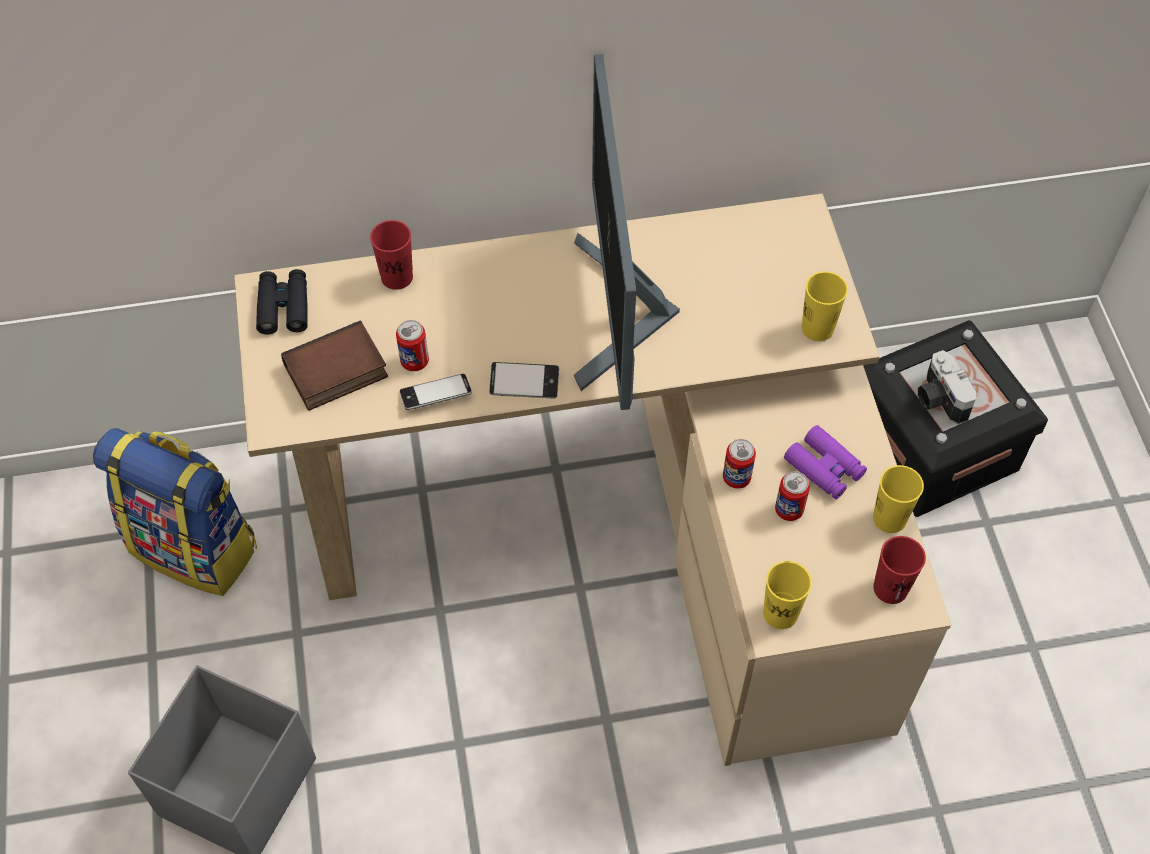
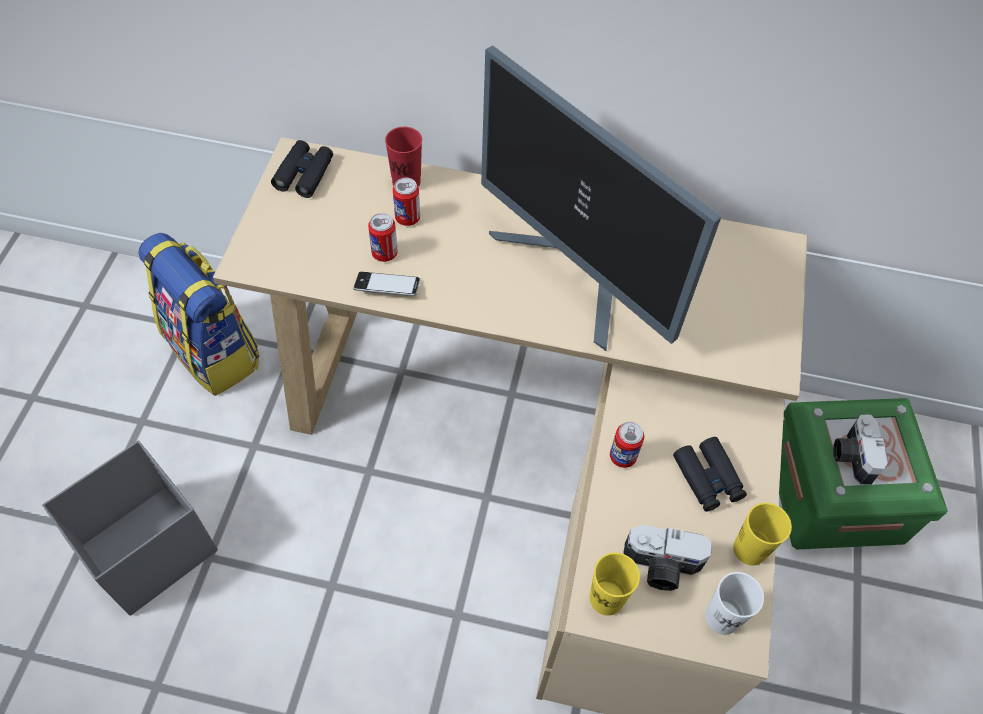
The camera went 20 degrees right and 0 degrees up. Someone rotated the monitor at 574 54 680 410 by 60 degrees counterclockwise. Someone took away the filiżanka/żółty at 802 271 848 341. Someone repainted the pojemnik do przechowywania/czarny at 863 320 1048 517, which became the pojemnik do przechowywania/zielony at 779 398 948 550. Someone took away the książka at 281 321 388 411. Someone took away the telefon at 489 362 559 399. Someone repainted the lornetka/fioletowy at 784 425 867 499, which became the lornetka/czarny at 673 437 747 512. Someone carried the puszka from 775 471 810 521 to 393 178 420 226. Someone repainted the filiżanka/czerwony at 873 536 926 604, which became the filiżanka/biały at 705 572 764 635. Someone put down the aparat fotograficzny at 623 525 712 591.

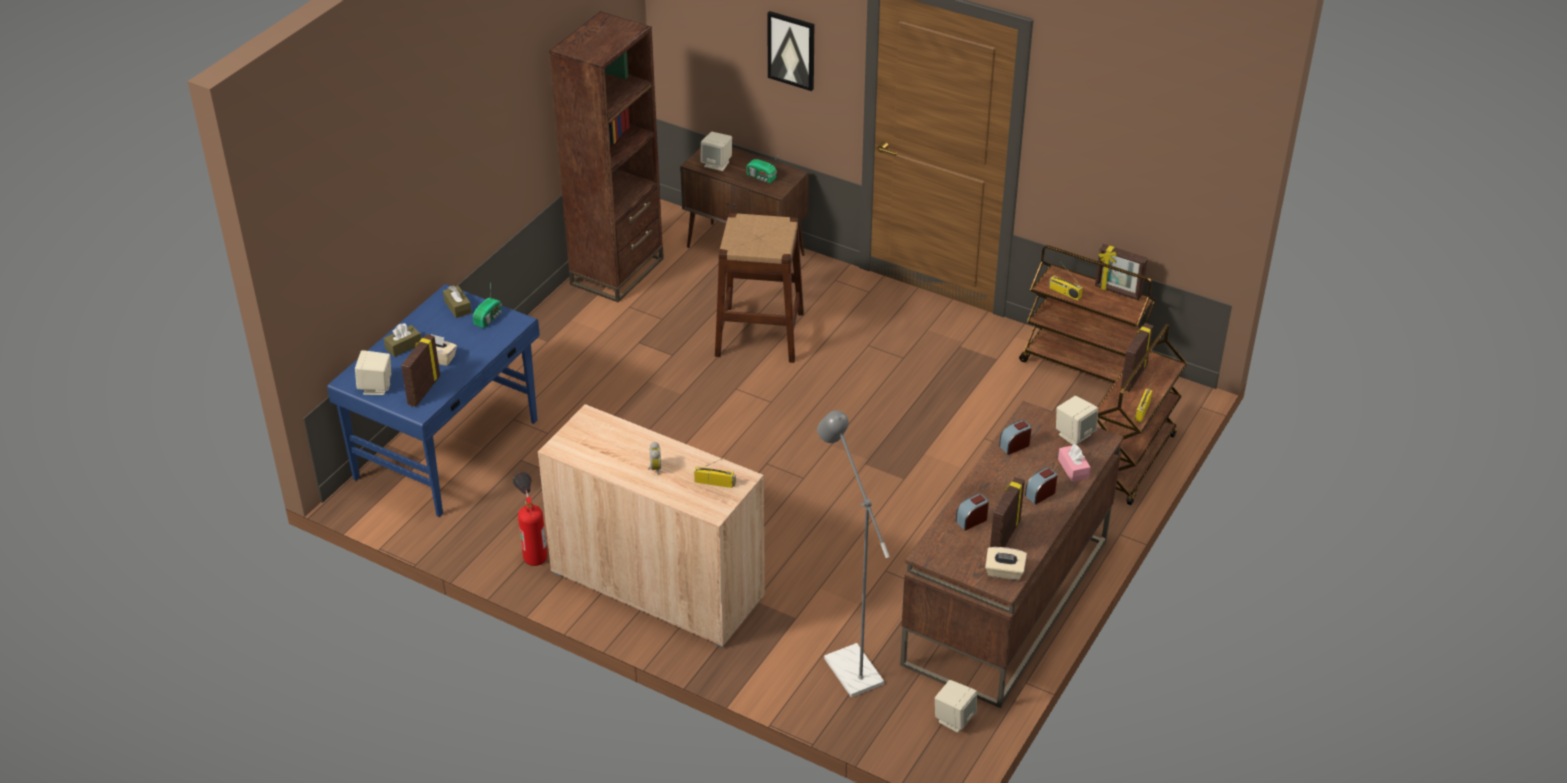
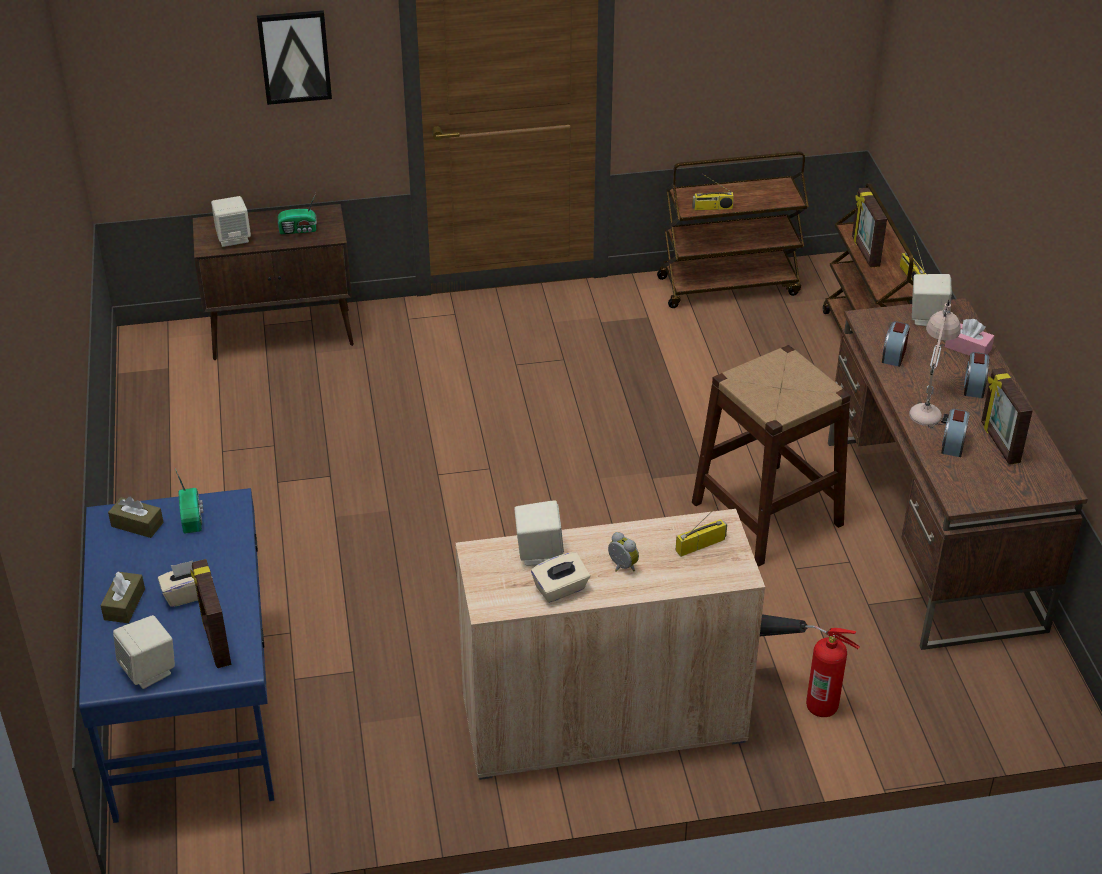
The camera went 40 degrees left and 0 degrees up. Someone took away the regał/brązowy at 549 11 664 302. Someone carried the stołek/brązowy from 715 213 804 363 to 692 345 851 566. Someone took away the ramka na zdjęcie at 1095 244 1148 300. Someone took away the lampa stojąca/szary at 817 410 890 697. Someone carried the gaśnica from 513 472 547 566 to 760 614 860 717. Someone carried the pudełko chusteczek/beżowy from 985 547 1027 580 to 531 552 590 603. Someone carried the głośnik/beżowy from 935 680 977 733 to 514 500 564 566. Someone put down the lampa stołowa/beżowy at 909 299 961 428.

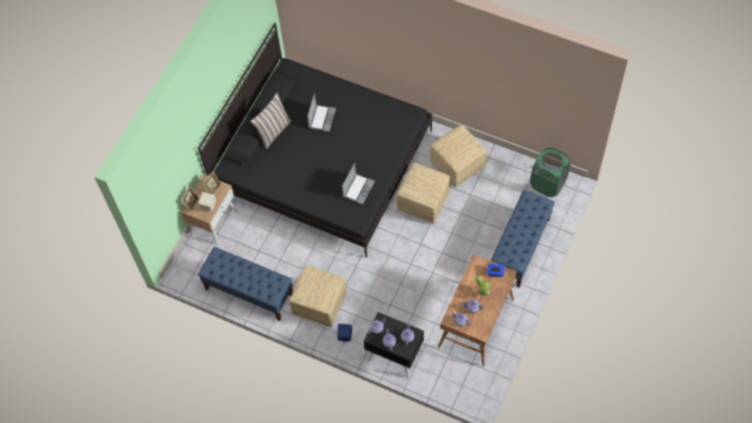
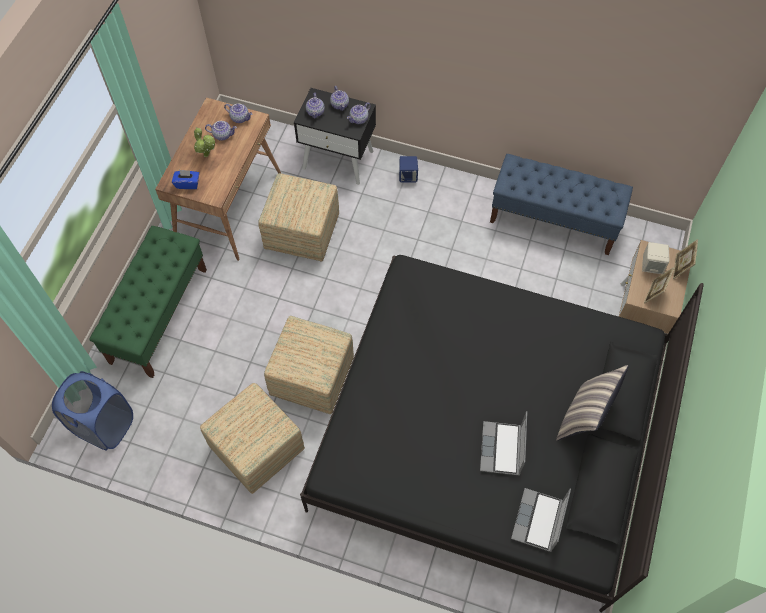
The camera went 170 degrees right and 0 degrees up. Someone repainted the kosz na pranie/zielony at 530 148 571 197, which became the kosz na pranie/niebieski at 52 371 133 451. Someone carried the laptop from 342 163 375 205 to 511 488 571 552. Someone repainted the ławka/niebieski at 491 190 555 288, which became the ławka/zielony at 90 226 207 378. Someone carried the pufa from 290 266 347 327 to 258 173 339 261.

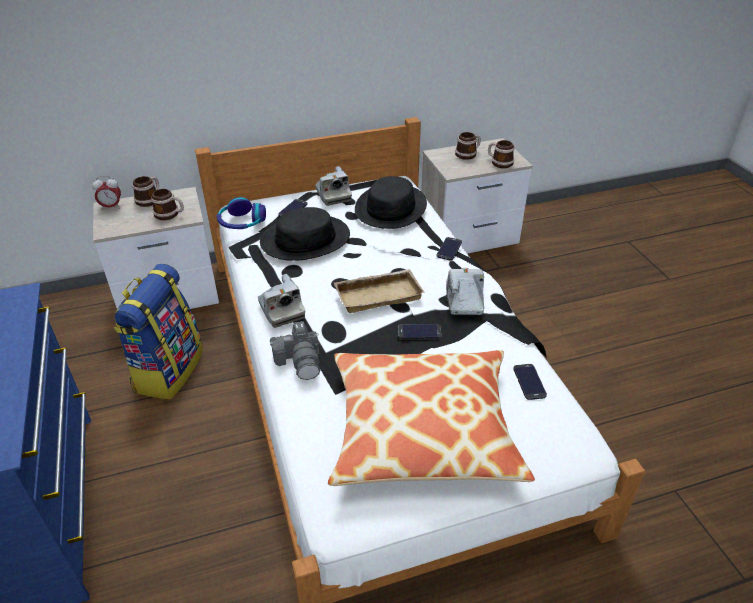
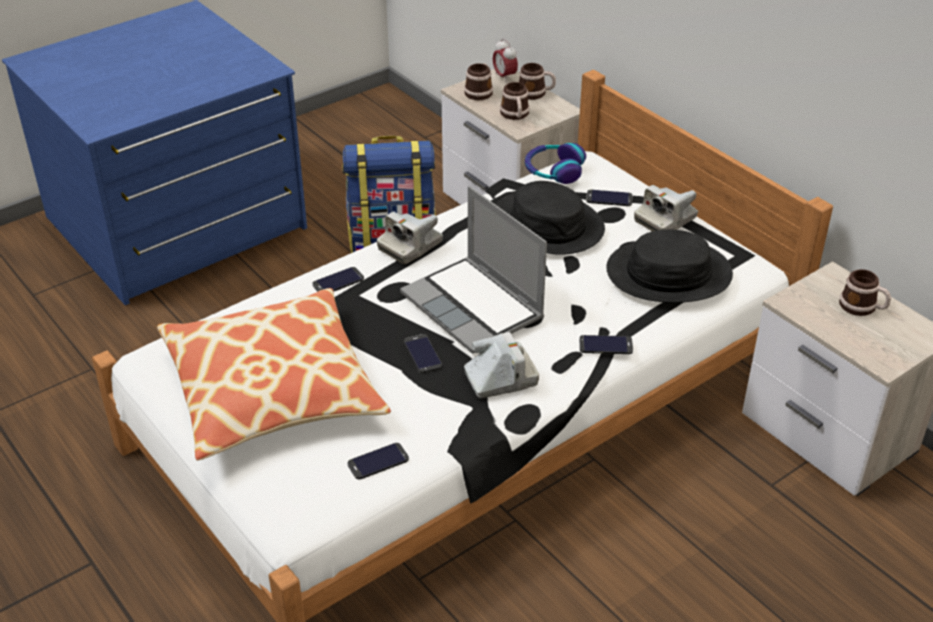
The camera went 70 degrees right and 0 degrees up. Someone carried the kubek from 488 140 514 168 to 464 63 493 100. Someone swapped the taca/beżowy at 334 269 425 313 for the laptop at 400 186 547 354. Someone swapped the aparat fotograficzny at 270 321 321 380 for the telefon at 312 267 364 291.

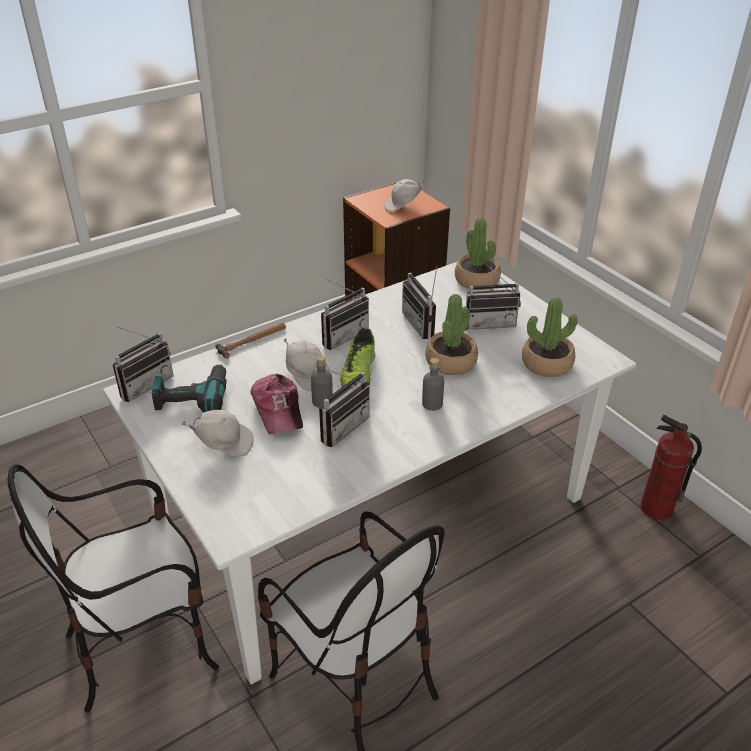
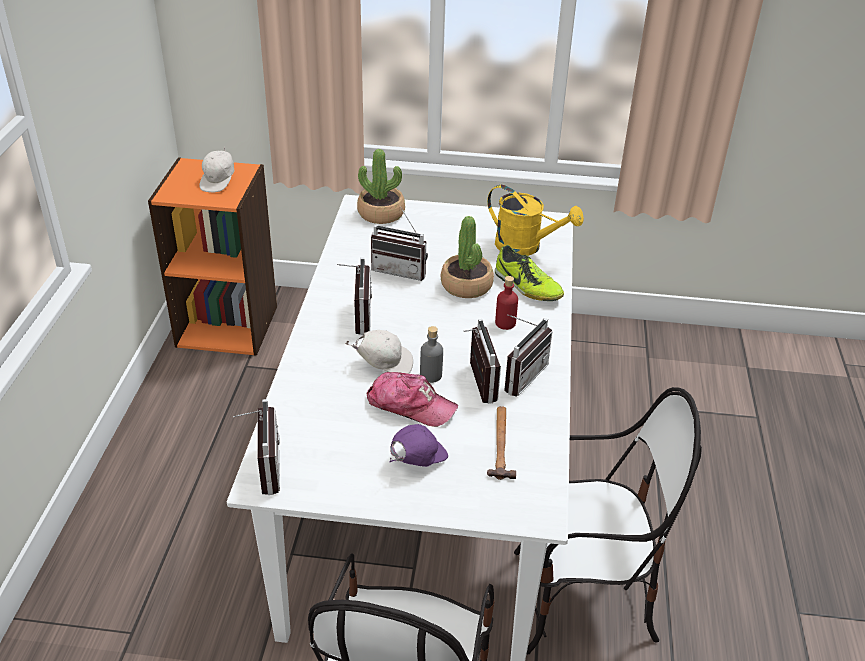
The camera went 50 degrees left and 0 degrees up. Someone carried the radio from 466 266 521 330 to 504 314 552 397. Someone swapped the roślina doniczkowa at 522 297 578 377 for the konewka/żółty at 487 185 584 256. Someone carried the młotek from 215 322 286 359 to 487 406 516 480. Someone carried the but from 340 328 375 387 to 495 245 564 301. Someone repainted the butelka/szary at 422 358 444 411, which became the butelka/czerwony at 495 276 518 330. Someone took away the wiertarka at 152 364 227 413. Someone repainted the czapka z daszkiem/biały at 182 410 254 456, which became the czapka z daszkiem/fioletowy at 389 424 448 467. Someone took away the gaśnica at 640 415 702 520.

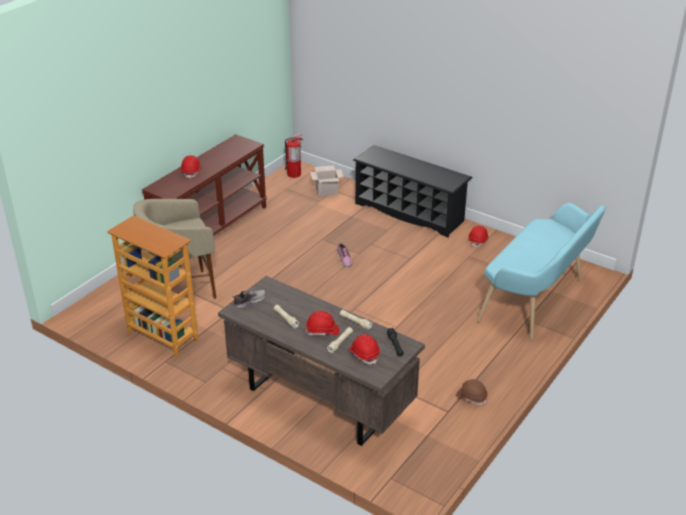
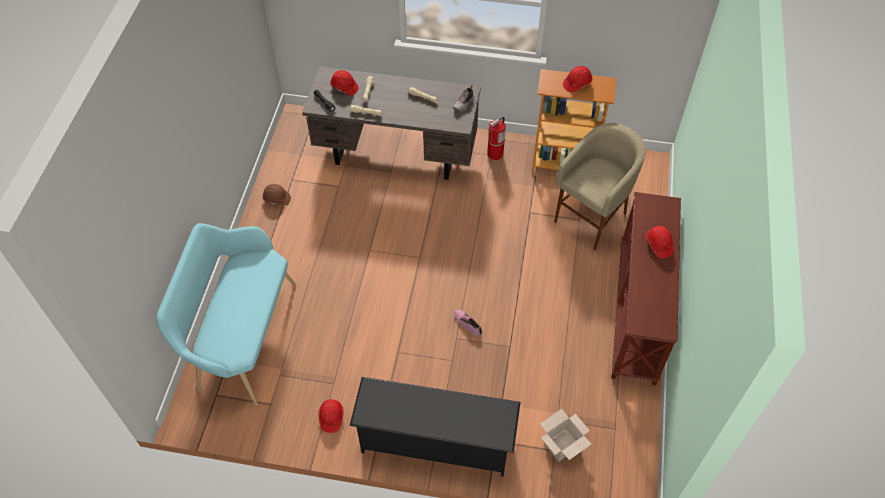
The camera went 155 degrees right and 20 degrees up. Someone carried the gaśnica from 285 133 303 178 to 487 117 506 160. Someone carried the kask/czerwony from 306 311 339 335 to 563 66 593 92.

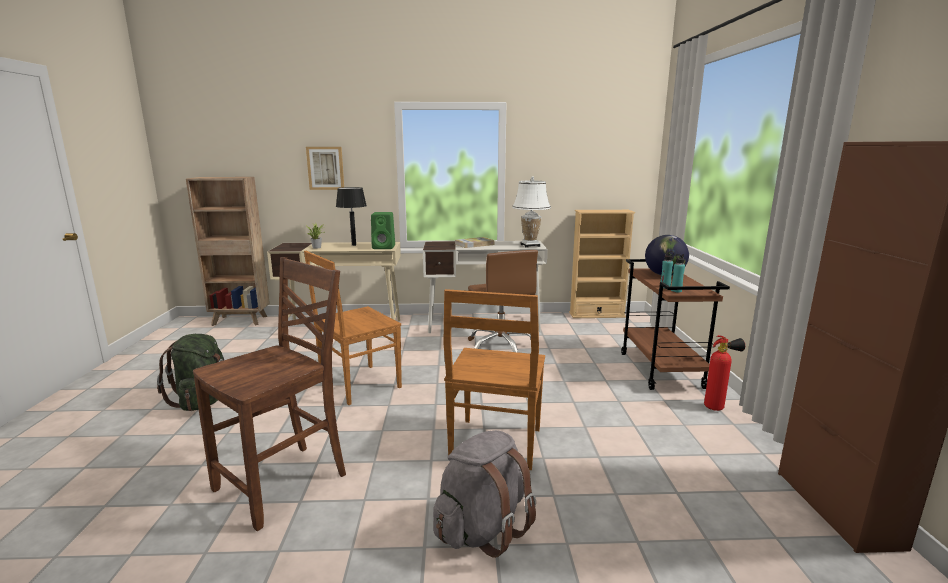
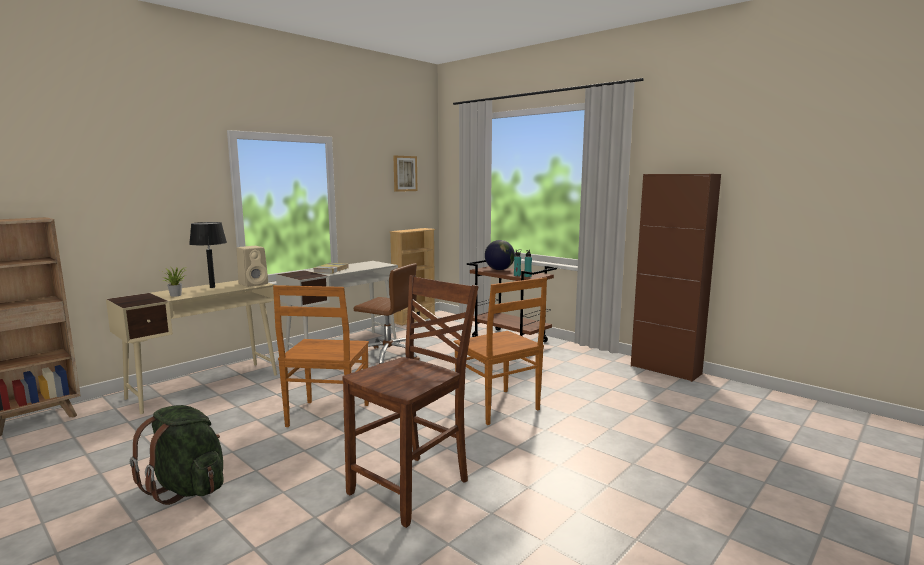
The camera went 45 degrees left and 5 degrees down. Someone carried the obraz from 306 147 344 190 to 394 156 418 192. Someone took away the lampa stołowa/biały at 512 176 551 248. Someone repainted the głośnik/zielony at 371 212 395 249, which became the głośnik/beżowy at 236 246 268 287. Someone rotated the krzesło/brązowy at 193 257 346 531 by 45 degrees clockwise. Someone took away the gaśnica at 704 335 745 411. Someone took away the plecak/szary at 433 430 536 558.

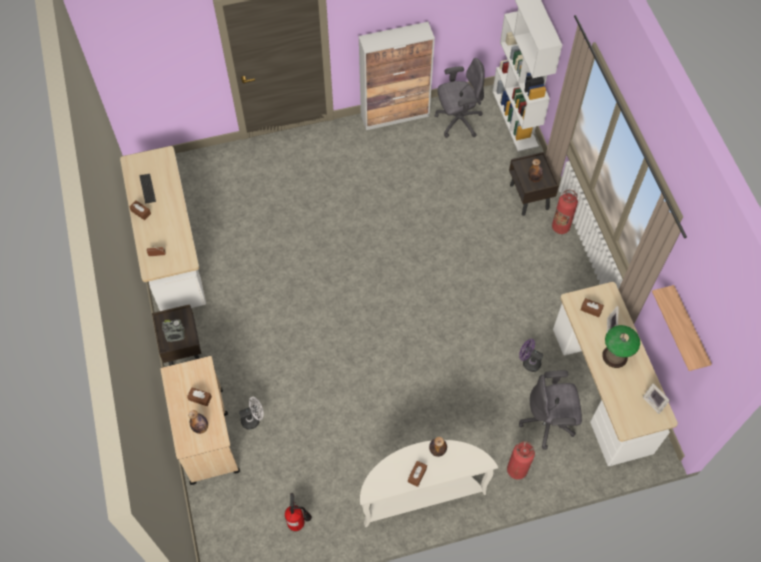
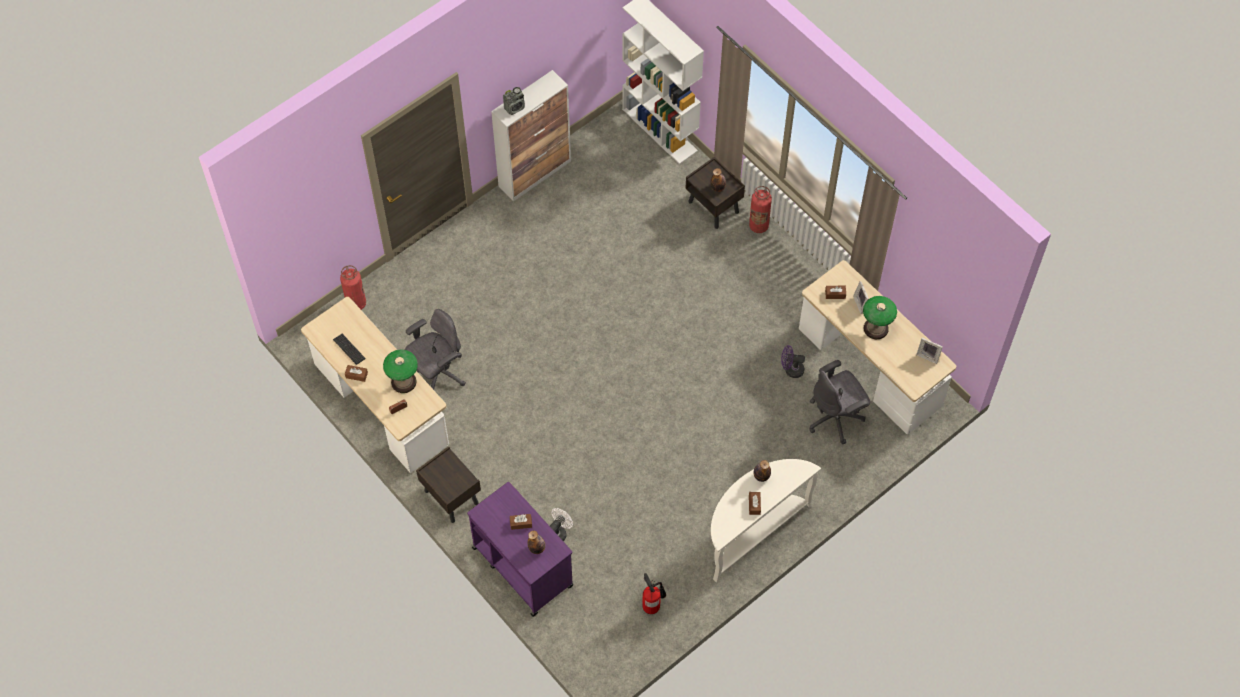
The camera went 25 degrees left and 0 degrees up. Someone carried the krzesło biurowe/szary from 435 58 485 138 to 405 309 466 390. Someone took away the półka at 652 285 712 371. Someone carried the radio from 162 319 185 342 to 503 87 525 115. Someone repainted the wózek/beżowy at 161 356 240 485, which became the wózek/fioletowy at 467 482 574 617. Someone carried the gaśnica from 507 441 535 480 to 340 265 366 310. Someone put down the lampa stołowa at 383 349 418 393.

